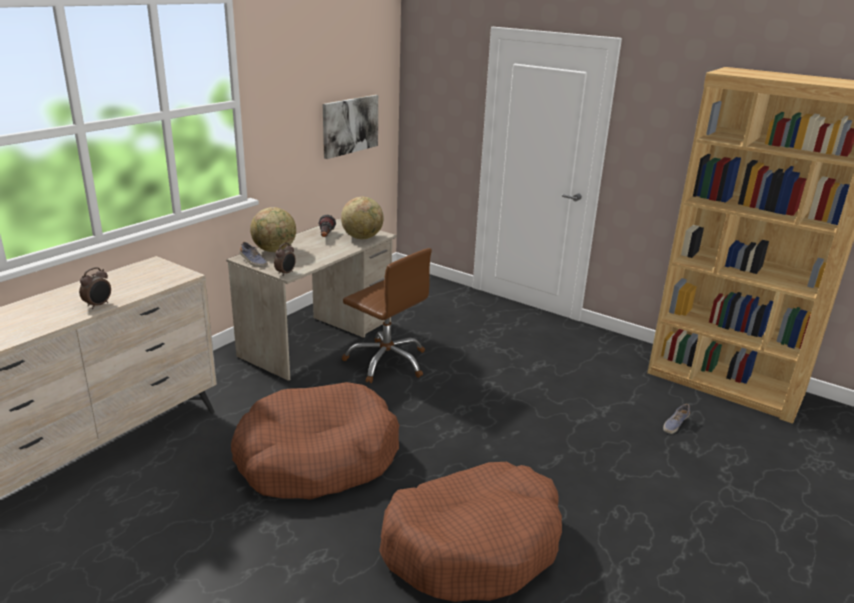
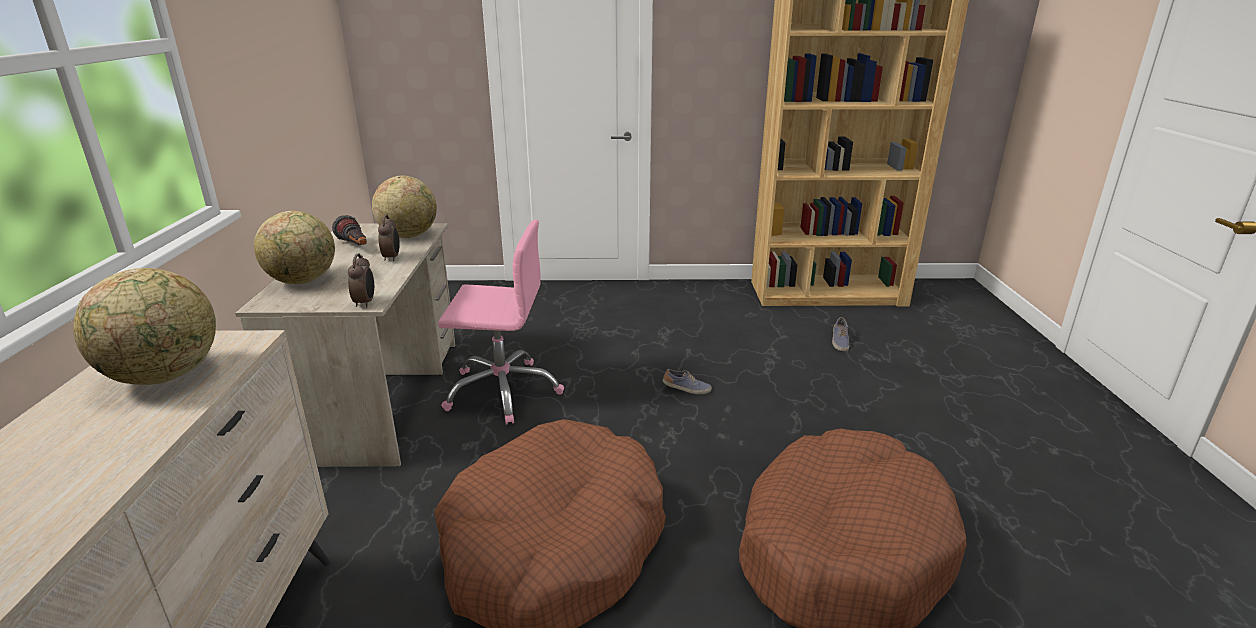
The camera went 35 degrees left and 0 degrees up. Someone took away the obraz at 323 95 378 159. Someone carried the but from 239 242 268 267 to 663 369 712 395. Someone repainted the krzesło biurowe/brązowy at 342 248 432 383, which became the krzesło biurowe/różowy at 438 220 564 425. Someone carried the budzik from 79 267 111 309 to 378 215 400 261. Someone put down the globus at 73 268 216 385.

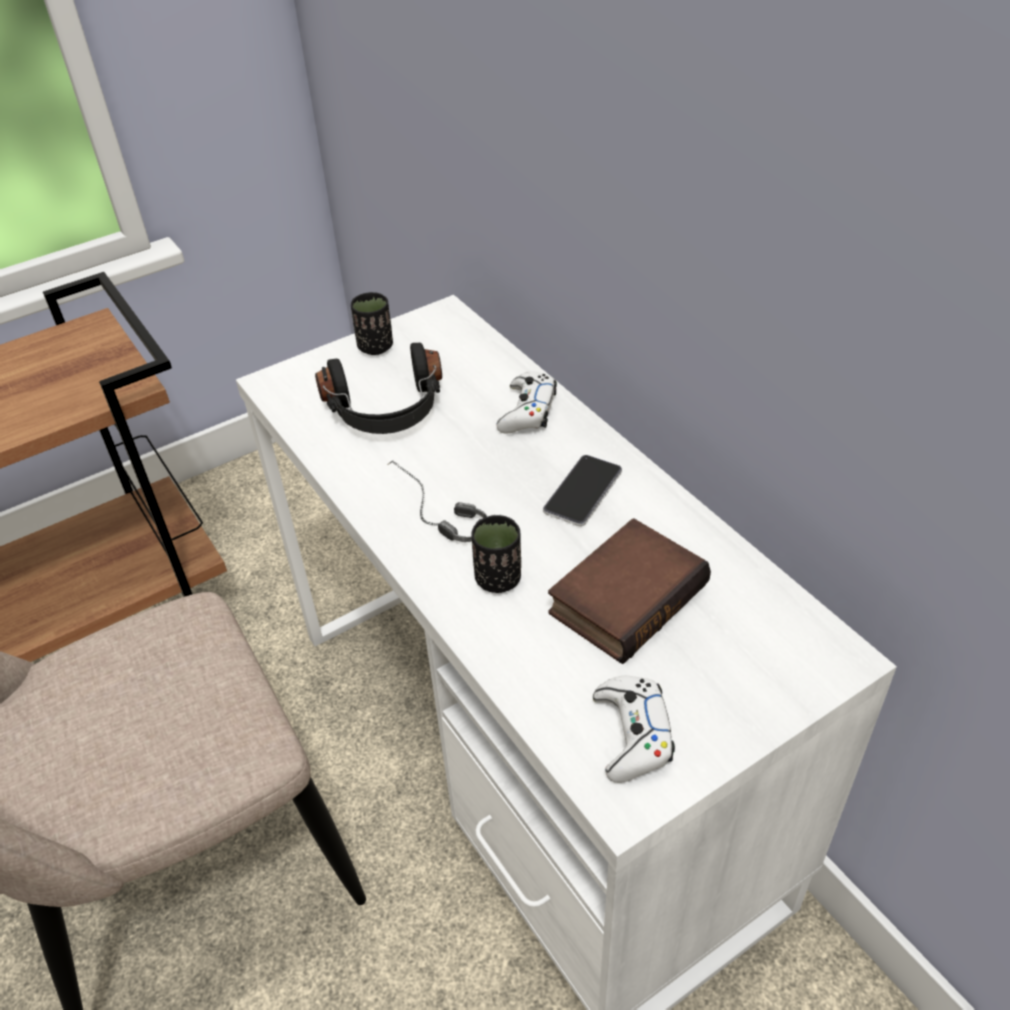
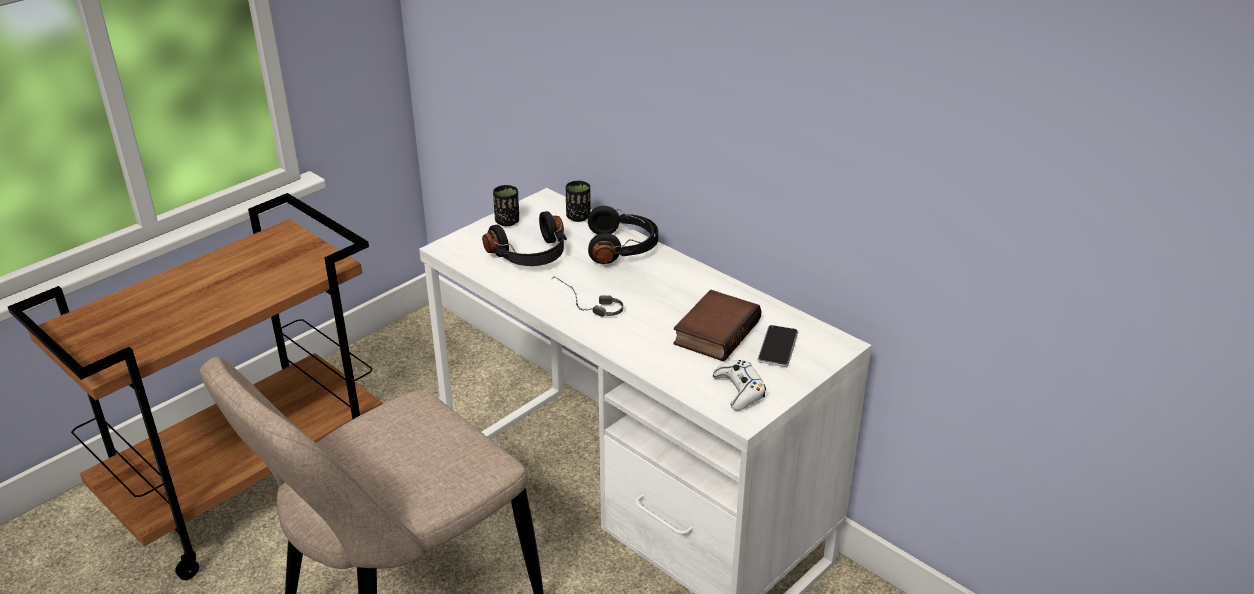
The camera went 15 degrees left and 10 degrees down. Someone swapped the pad do gier/biały at 496 371 557 433 for the słuchawki/czarny at 588 206 658 264. Someone carried the telefon from 543 455 622 526 to 758 325 798 367. Someone carried the filiżanka/czarny from 471 515 521 593 to 566 181 591 222.

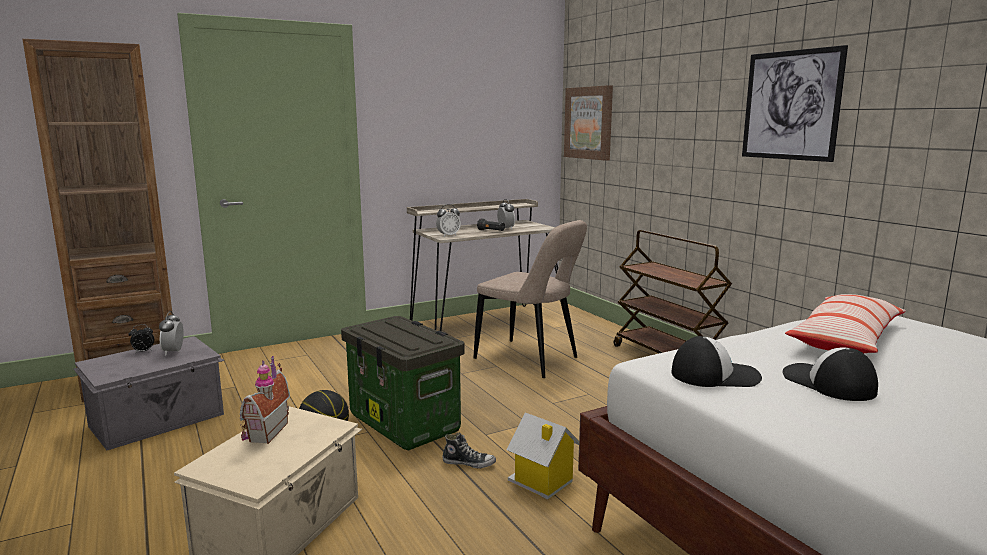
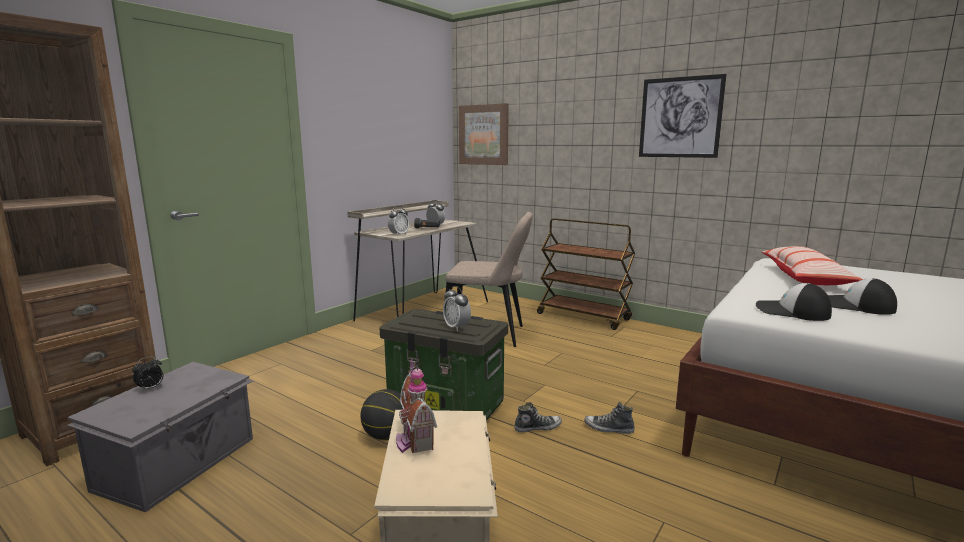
The camera went 25 degrees left and 0 degrees up. Someone carried the budzik from 159 311 184 355 to 443 286 471 331. Someone rotated the czapka z daszkiem at 671 336 762 387 by 120 degrees counterclockwise. Someone swapped the domek at 507 412 579 499 for the but at 584 402 635 434.

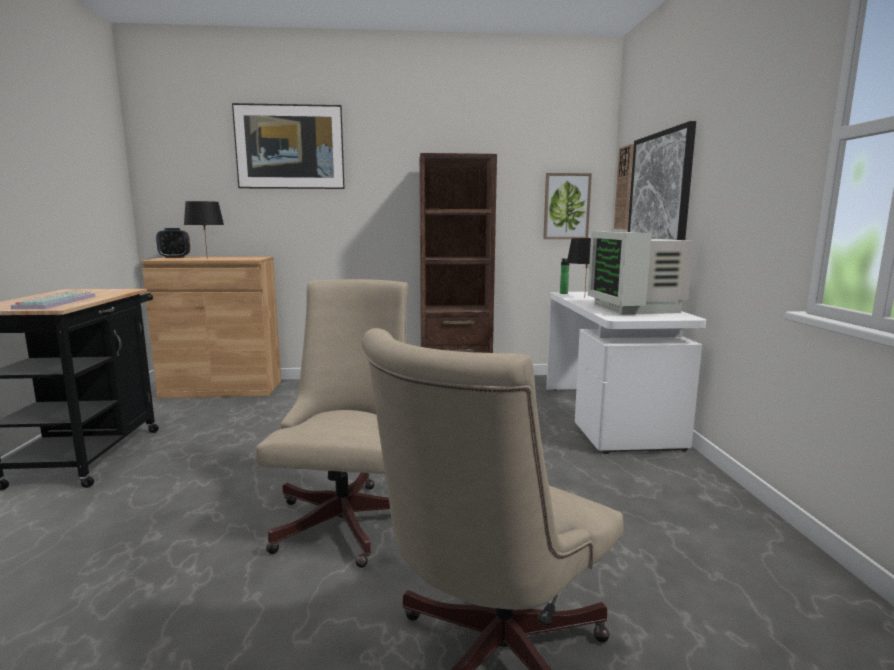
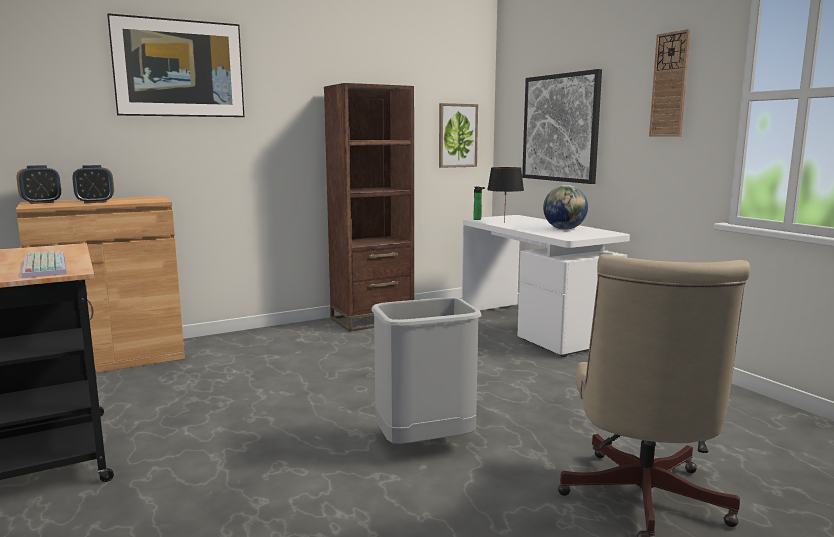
The camera went 25 degrees left and 0 degrees up. Someone carried the zegar ścienny from 614 144 633 229 to 649 29 691 137. Someone swapped the lampa stołowa/czarny at 184 201 224 259 for the budzik at 72 165 114 203. Someone swapped the monitor at 588 231 694 315 for the globus at 543 185 588 230. Someone swapped the krzesło biurowe/beżowy at 256 279 409 568 for the kosz na śmieci/szary at 371 297 481 444.

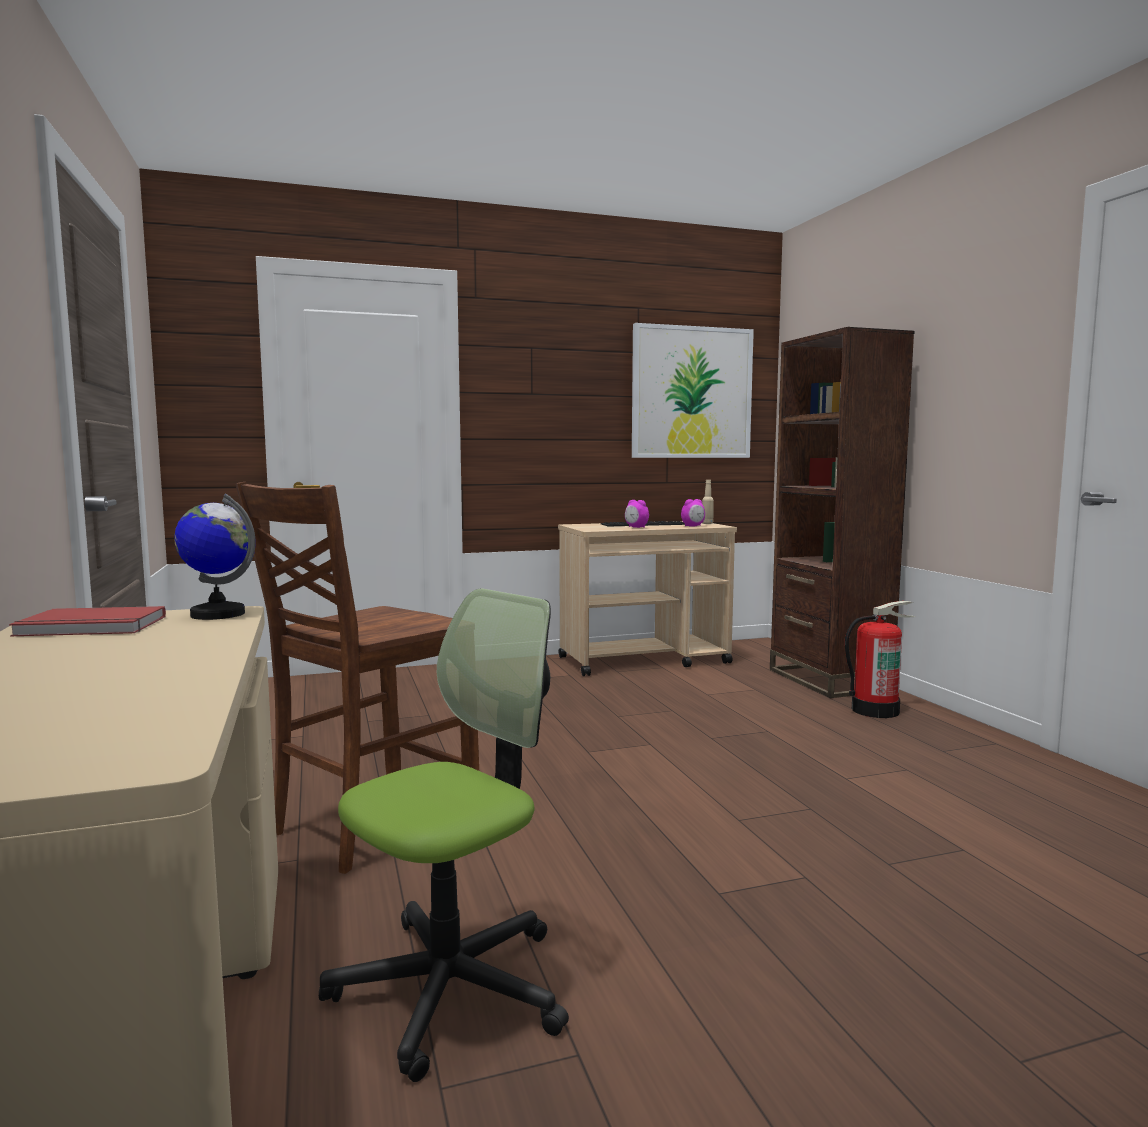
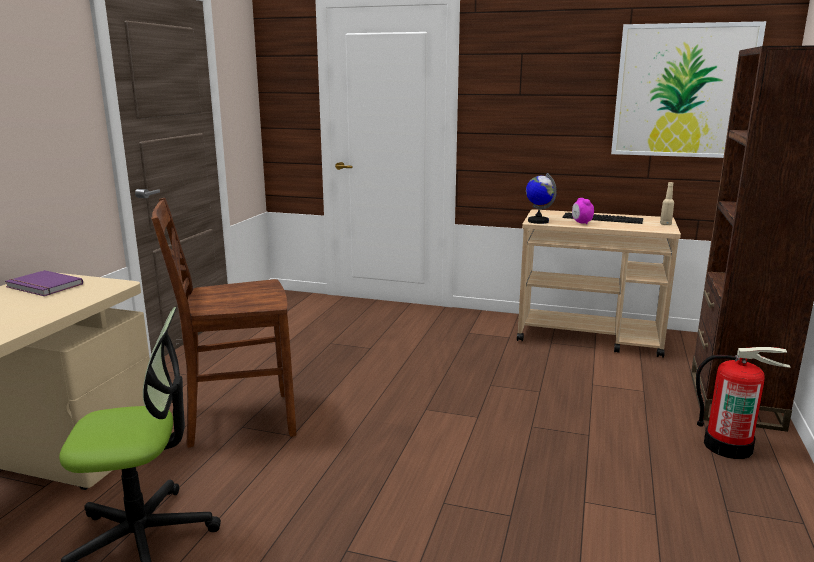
The camera went 35 degrees right and 10 degrees up. Someone carried the globus from 174 494 255 620 to 526 173 557 224. Someone took away the budzik at 681 499 705 527. Someone repainted the książka/czerwony at 9 606 166 636, which became the książka/fioletowy at 5 270 83 296.

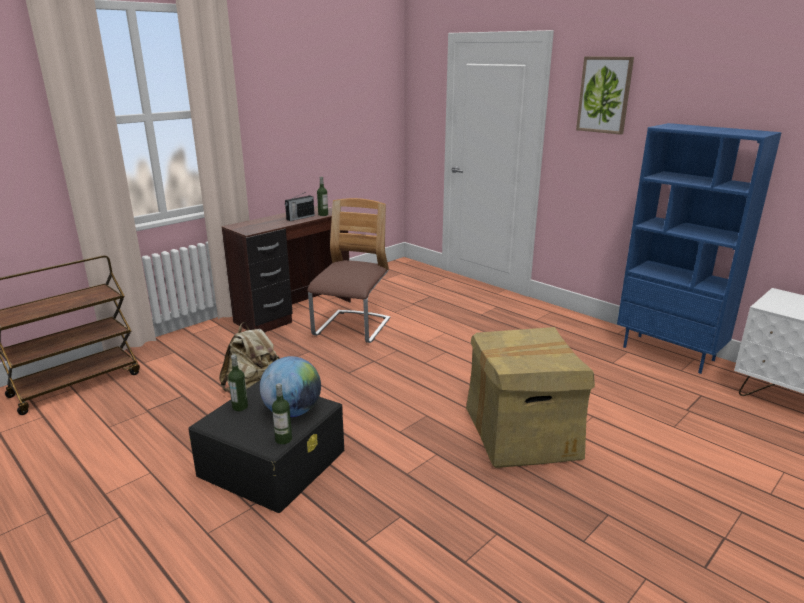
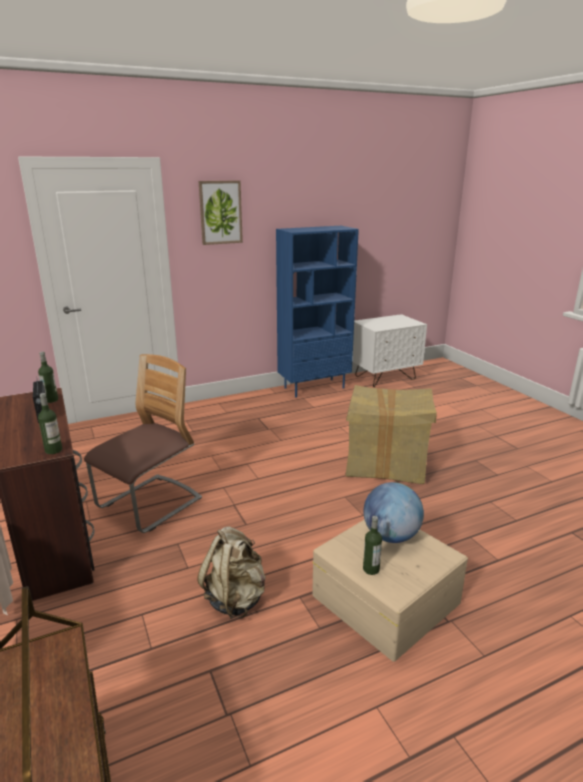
The camera went 70 degrees left and 0 degrees up. Someone rotated the krzesło at 307 198 390 343 by 90 degrees clockwise. Someone repainted the pojemnik do przechowywania/czarny at 188 380 344 513, which became the pojemnik do przechowywania/beżowy at 312 519 468 662. Someone carried the butelka from 272 383 292 444 to 38 393 62 454.

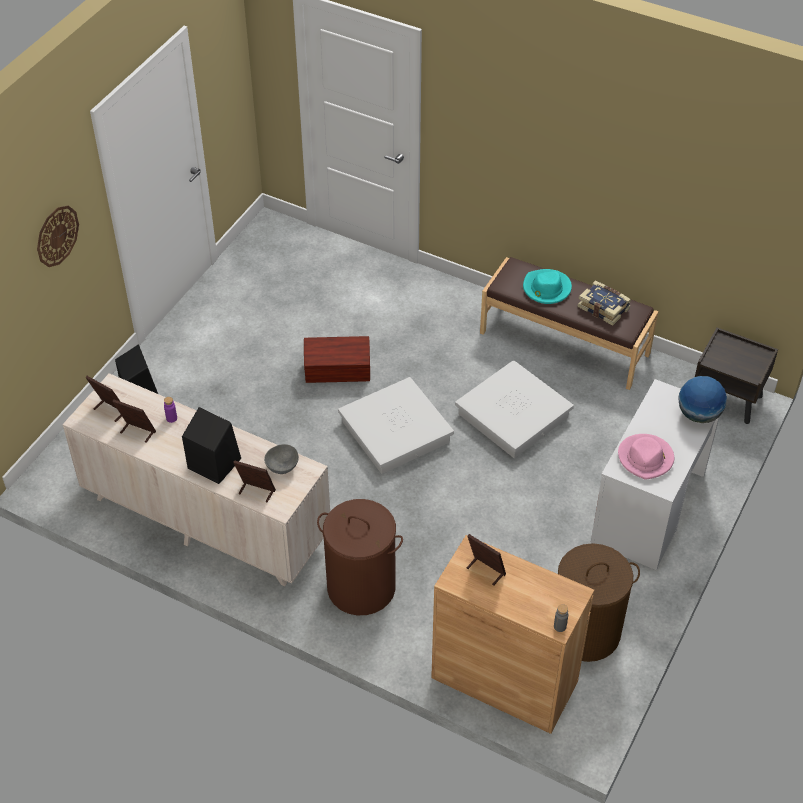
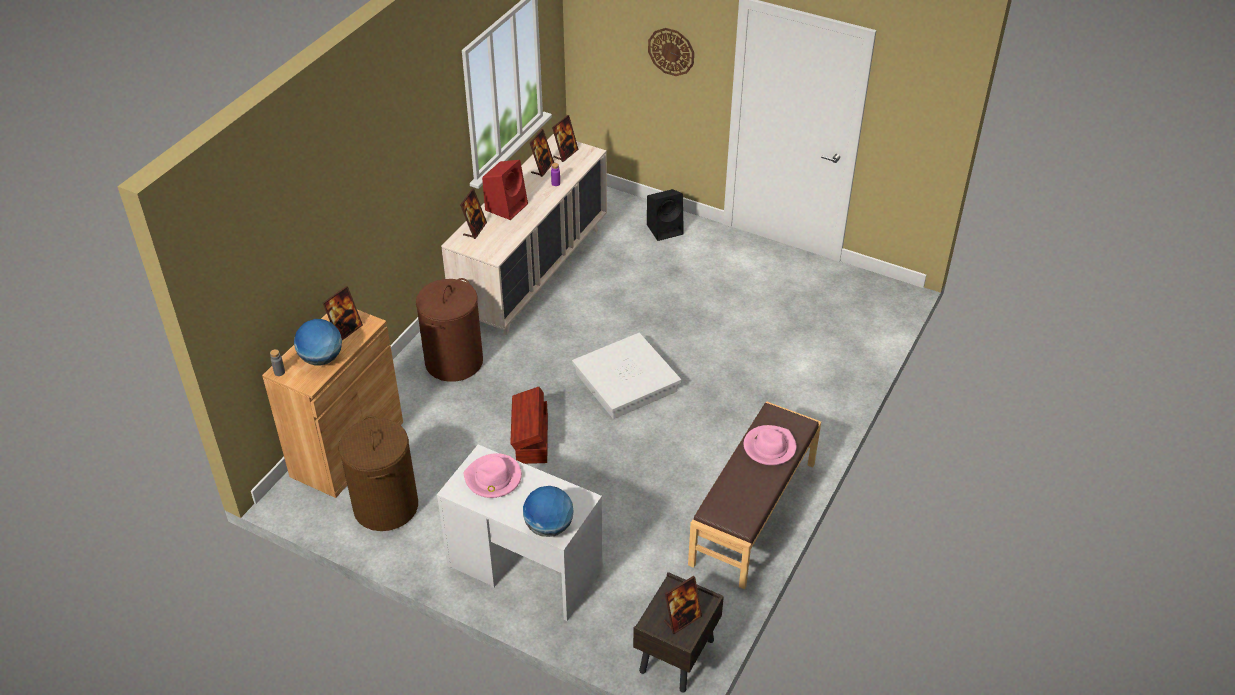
The camera went 90 degrees right and 5 degrees down. Someone repainted the kapelusz/turkusowy at 523 269 572 304, which became the kapelusz/różowy at 744 425 796 465. Someone took away the książka at 578 281 631 326. Someone carried the pojemnik do przechowywania/brązowy from 304 336 370 383 to 510 387 548 464. Someone took away the pojemnik do przechowywania/biały at 455 360 574 458. Someone repainted the głośnik/czarny at 182 407 241 484, which became the głośnik/czerwony at 482 160 528 220. Someone took away the miska/szary at 264 444 299 474. Someone put down the globus at 294 319 342 366. Someone put down the ramka na zdjęcie at 664 576 702 634.

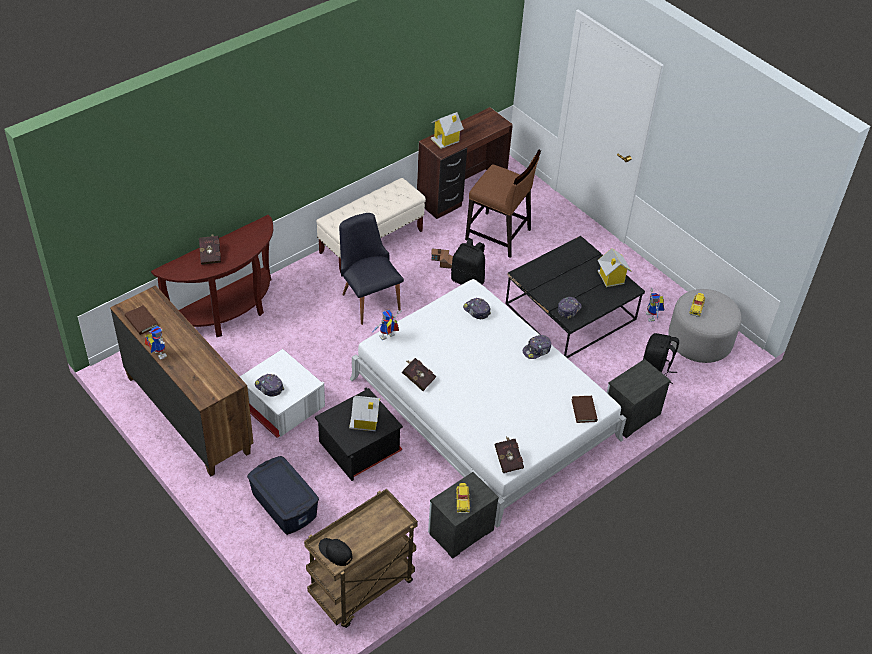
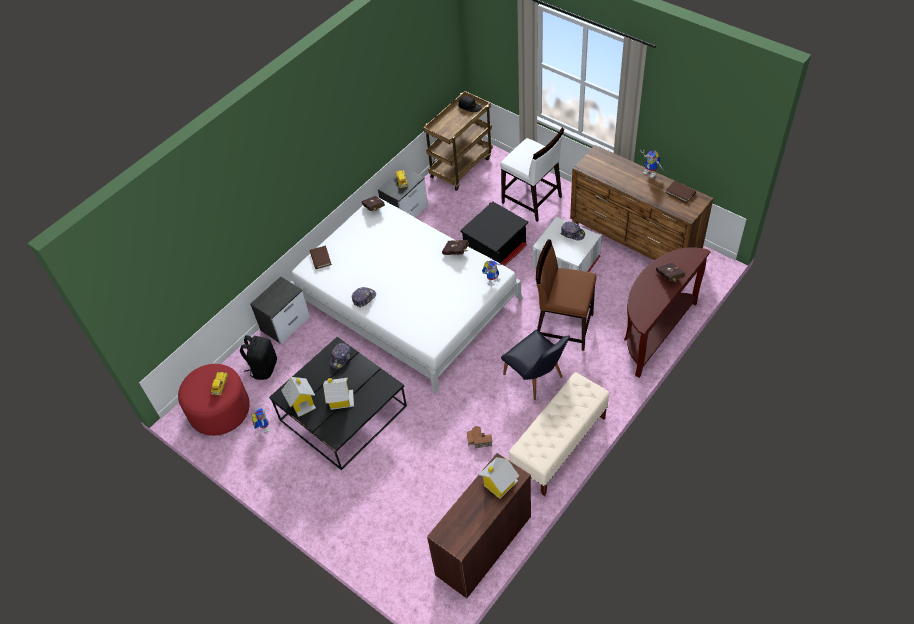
The camera went 175 degrees right and 5 degrees up. Someone carried the krzesło/brązowy from 465 149 541 258 to 536 240 596 351. Someone took away the plecak/czarny at 451 238 485 285. Someone repainted the pufa/szary at 668 289 742 363, which became the pufa/czerwony at 178 364 250 436. Someone took away the czapka z daszkiem at 463 298 491 319. Someone carried the domek from 349 396 381 431 to 323 378 354 410. Someone swapped the pojemnik do przechowywania/niebieski at 247 456 319 535 for the krzesło/biały at 500 128 564 222.

